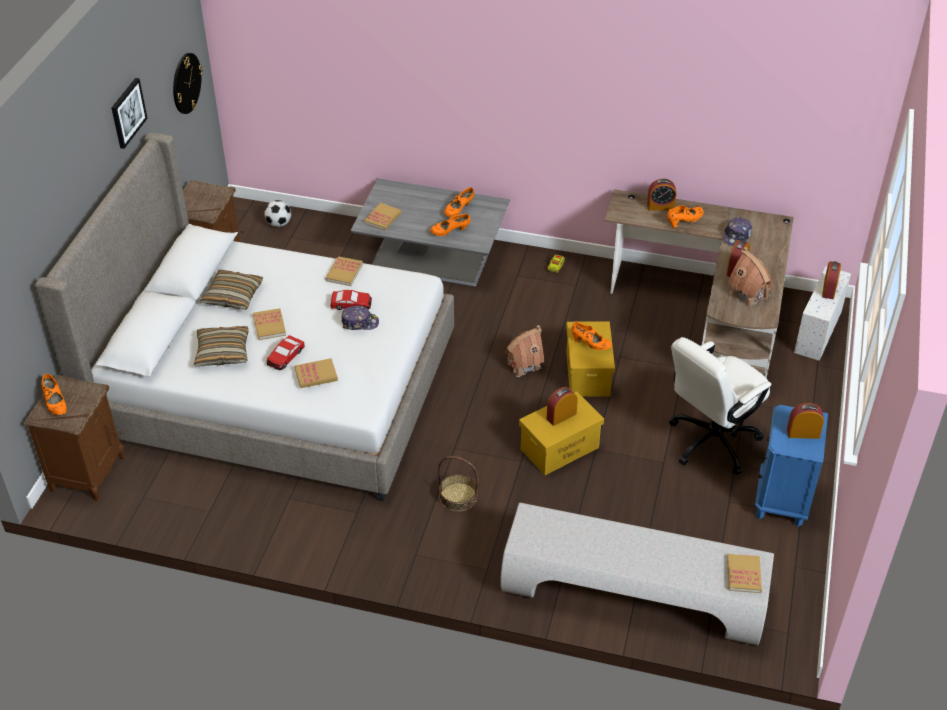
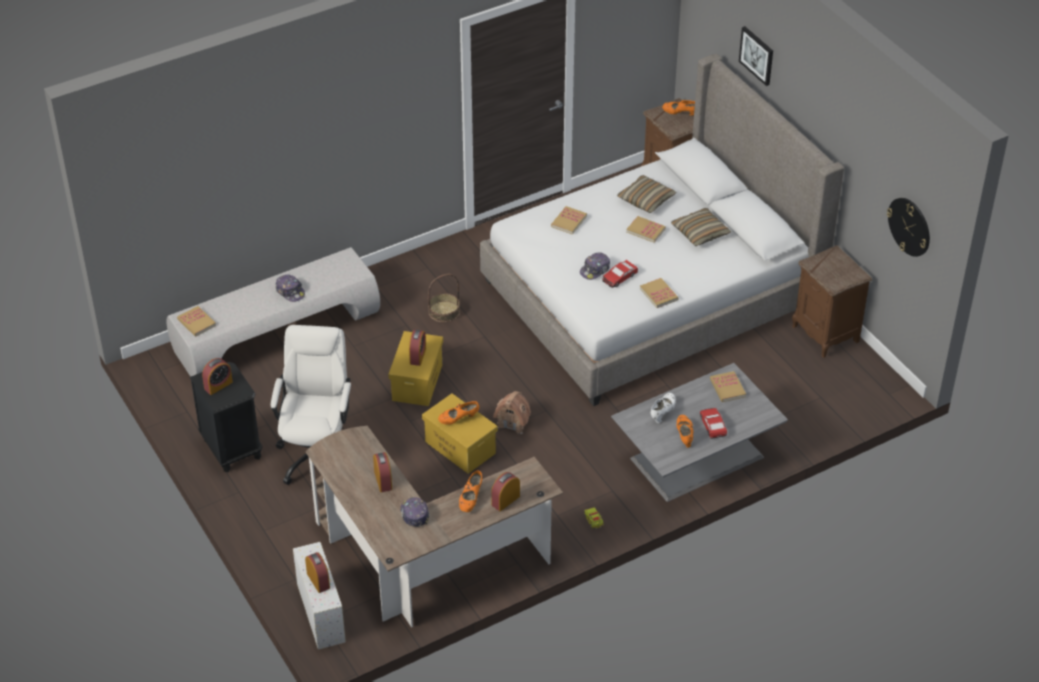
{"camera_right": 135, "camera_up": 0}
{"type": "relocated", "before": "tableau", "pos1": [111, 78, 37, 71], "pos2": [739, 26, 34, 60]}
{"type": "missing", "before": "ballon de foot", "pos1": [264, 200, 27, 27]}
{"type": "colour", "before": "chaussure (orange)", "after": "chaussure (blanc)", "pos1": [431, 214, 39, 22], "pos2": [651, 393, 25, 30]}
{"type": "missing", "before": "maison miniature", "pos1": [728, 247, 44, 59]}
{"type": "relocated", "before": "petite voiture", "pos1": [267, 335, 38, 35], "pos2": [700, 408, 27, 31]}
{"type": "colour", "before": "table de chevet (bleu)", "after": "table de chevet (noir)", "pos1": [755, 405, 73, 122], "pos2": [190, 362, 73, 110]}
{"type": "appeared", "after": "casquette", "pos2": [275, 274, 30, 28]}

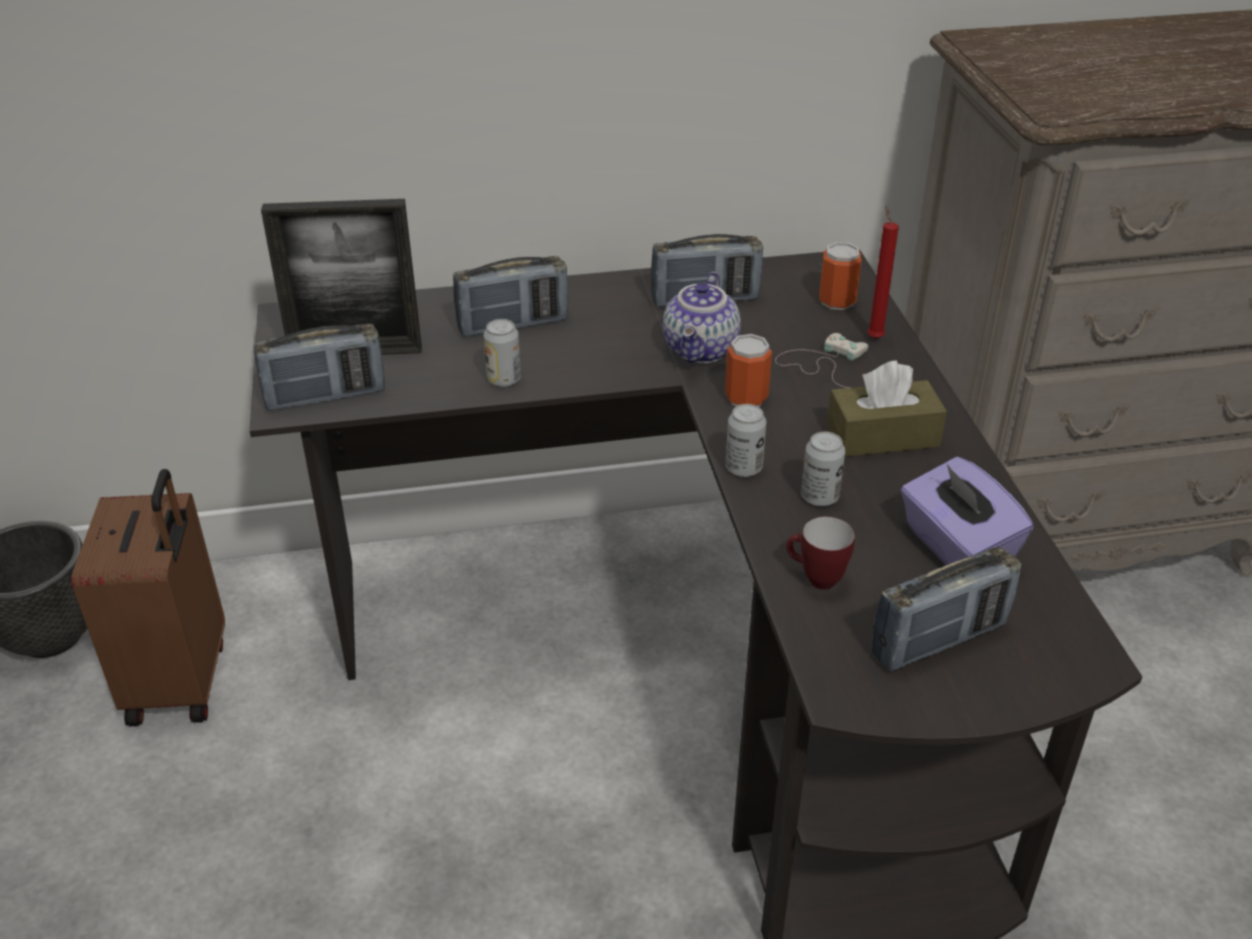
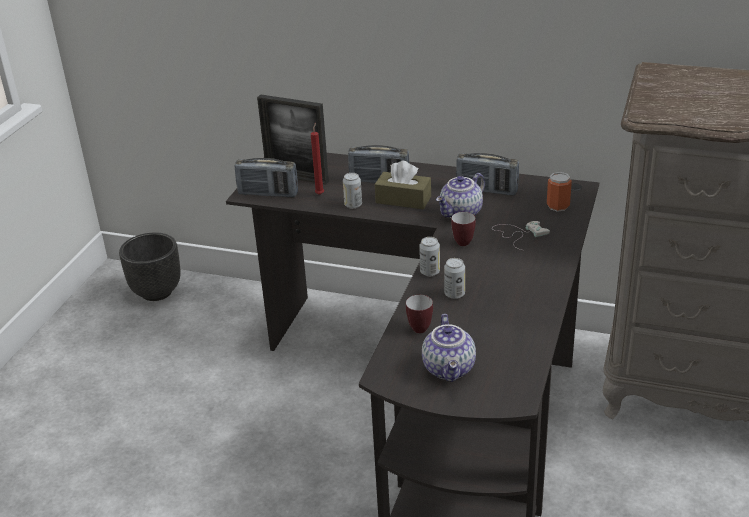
{"camera_right": 30, "camera_up": -5}
{"type": "relocated", "before": "bougie (rouge)", "pos1": [867, 205, 32, 134], "pos2": [311, 123, 13, 72]}
{"type": "exchanged", "before": "boîte métallique", "after": "mug", "pos1": [725, 334, 47, 73], "pos2": [451, 212, 25, 34]}
{"type": "relocated", "before": "boîte à mouchoirs (marron)", "pos1": [827, 361, 120, 96], "pos2": [375, 160, 56, 49]}
{"type": "missing", "before": "boîte à mouchoirs (violet)", "pos1": [901, 457, 133, 108]}
{"type": "missing", "before": "valise (marron)", "pos1": [71, 469, 154, 257]}
{"type": "exchanged", "before": "radio", "after": "théière", "pos1": [872, 547, 149, 124], "pos2": [422, 314, 54, 68]}

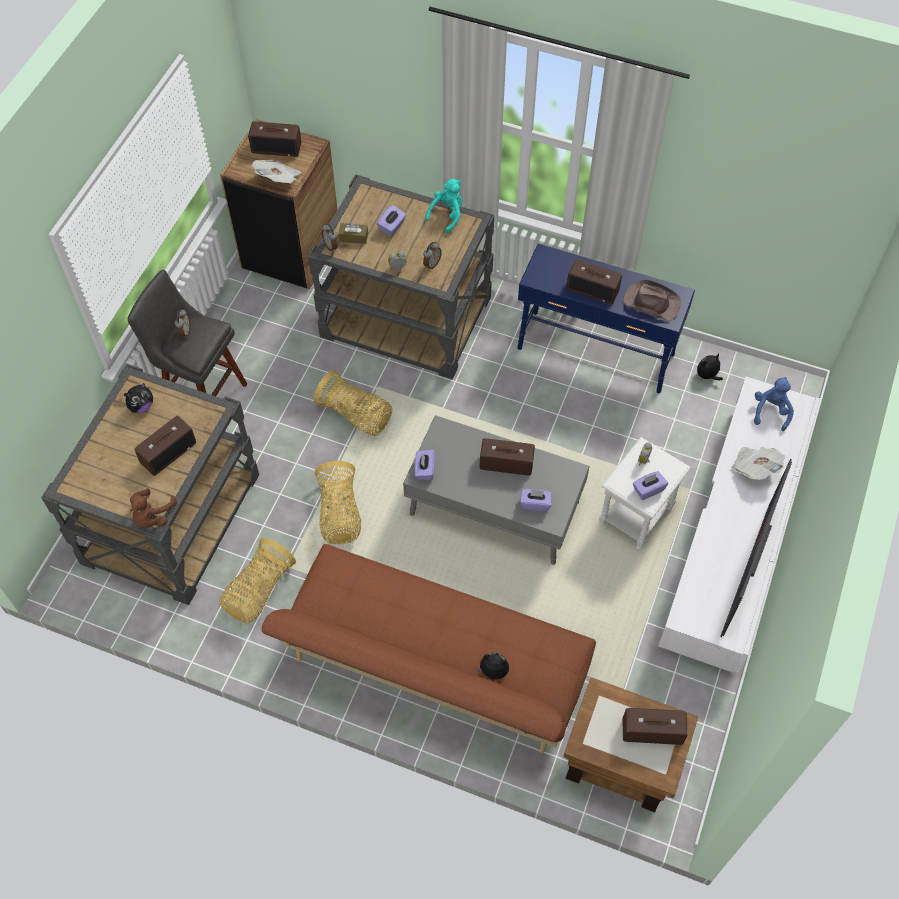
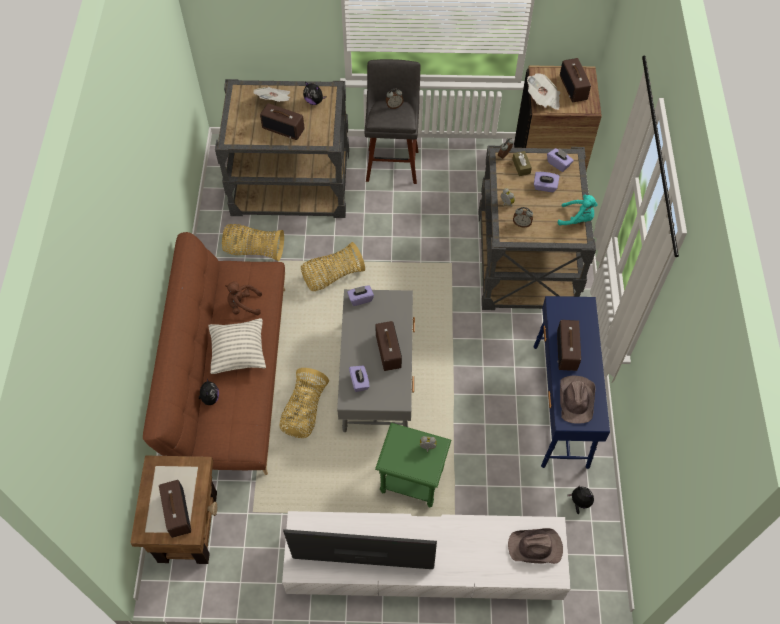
{"camera_right": 70, "camera_up": 0}
{"type": "relocated", "before": "panier", "pos1": [314, 370, 78, 66], "pos2": [280, 368, 49, 70]}
{"type": "exchanged", "before": "peluche (bleu)", "after": "chapeau (marron)", "pos1": [754, 377, 40, 54], "pos2": [508, 528, 55, 36]}
{"type": "colour", "before": "table d'appoint (blanc)", "after": "table d'appoint (vert)", "pos1": [599, 437, 92, 112], "pos2": [375, 423, 76, 84]}
{"type": "relocated", "before": "journal", "pos1": [732, 447, 53, 33], "pos2": [253, 87, 38, 15]}
{"type": "relocated", "before": "boîte à mouchoirs (violet)", "pos1": [633, 471, 35, 29], "pos2": [547, 148, 27, 24]}
{"type": "relocated", "before": "peluche (marron)", "pos1": [130, 488, 47, 40], "pos2": [225, 281, 37, 34]}
{"type": "appeared", "after": "coussin", "pos2": [208, 318, 58, 56]}

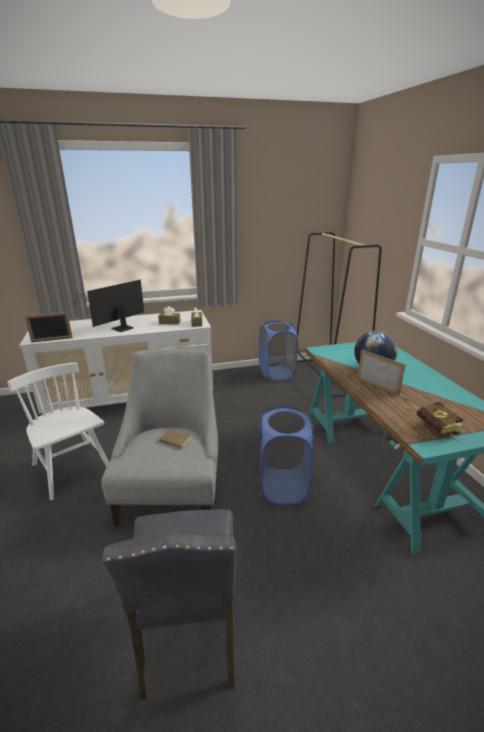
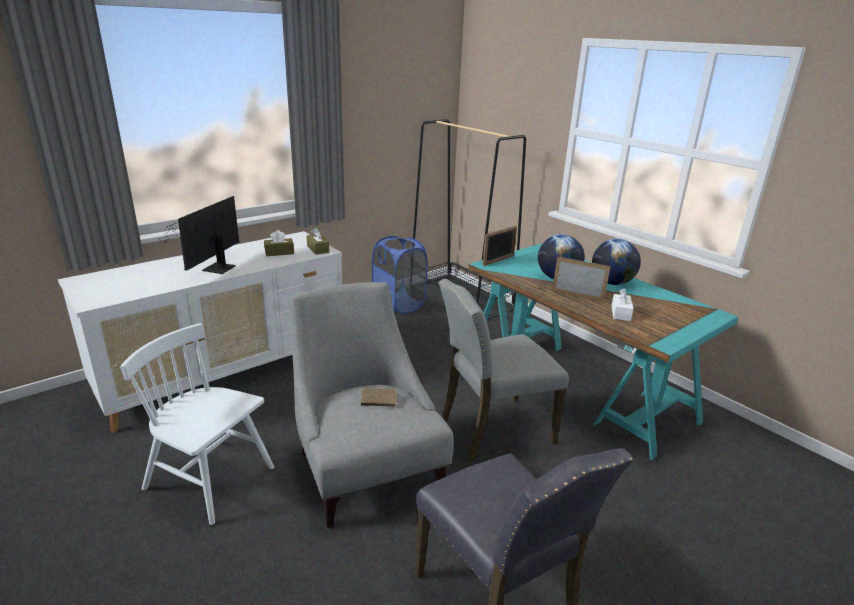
{"camera_right": -25, "camera_up": 0}
{"type": "relocated", "before": "cadre photo", "pos1": [25, 312, 48, 31], "pos2": [482, 226, 35, 40]}
{"type": "missing", "before": "livre", "pos1": [417, 402, 46, 42]}
{"type": "exchanged", "before": "panier à linge (bleu)", "after": "chaise (gris)", "pos1": [259, 406, 55, 99], "pos2": [438, 279, 131, 183]}
{"type": "appeared", "after": "globe", "pos2": [592, 239, 49, 46]}
{"type": "appeared", "after": "boîte à mouchoirs (blanc)", "pos2": [611, 289, 22, 32]}

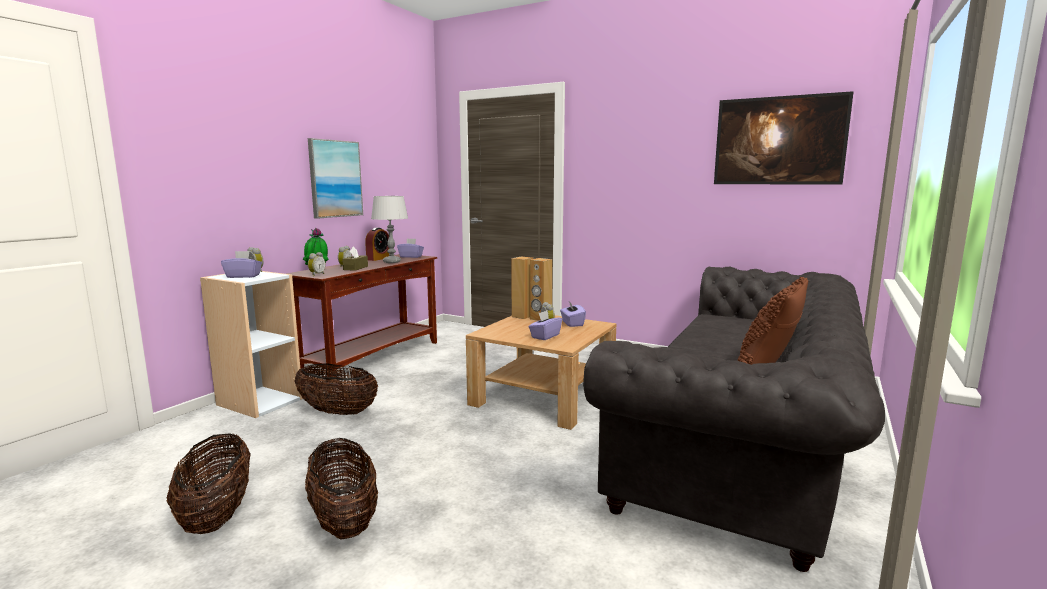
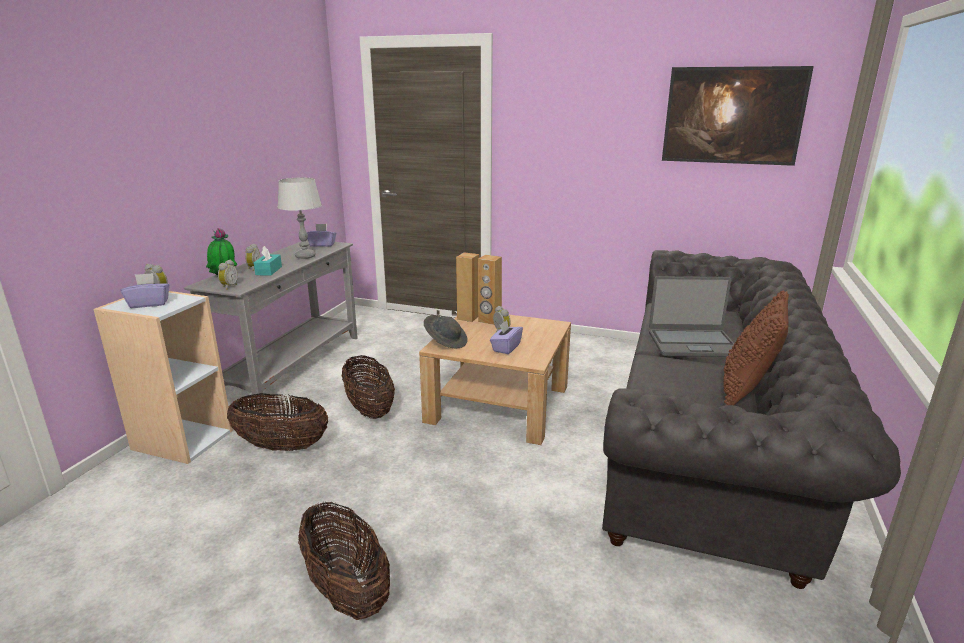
{"camera_right": -10, "camera_up": 10}
{"type": "missing", "before": "tableau", "pos1": [308, 138, 55, 81]}
{"type": "missing", "before": "réveil", "pos1": [365, 228, 25, 33]}
{"type": "colour", "before": "boîte à mouchoirs (marron)", "after": "boîte à mouchoirs (turquoise)", "pos1": [342, 246, 26, 25], "pos2": [254, 246, 28, 29]}
{"type": "colour", "before": "table console (marron)", "after": "table console (gris)", "pos1": [286, 254, 151, 123], "pos2": [184, 240, 174, 168]}
{"type": "missing", "before": "boîte à mouchoirs (violet)", "pos1": [560, 301, 26, 26]}
{"type": "relocated", "before": "panier", "pos1": [167, 433, 84, 101], "pos2": [342, 355, 53, 64]}
{"type": "appeared", "after": "ordinateur portable", "pos2": [649, 276, 85, 81]}
{"type": "appeared", "after": "chapeau (gris)", "pos2": [424, 315, 44, 34]}

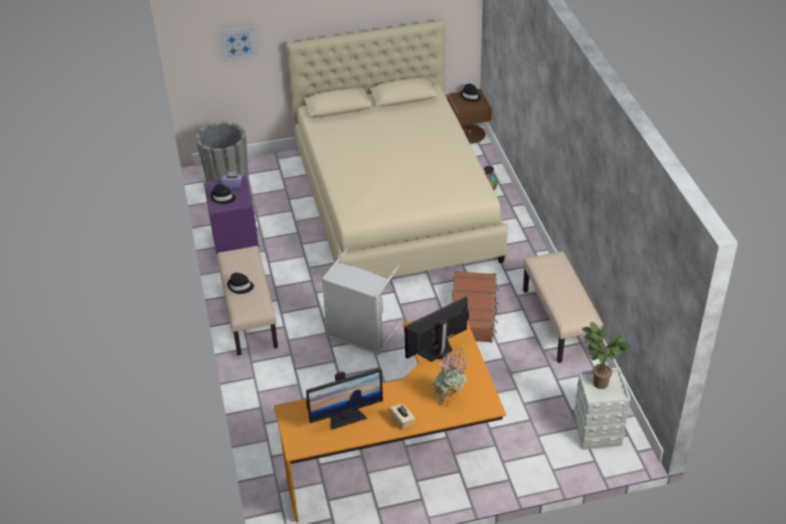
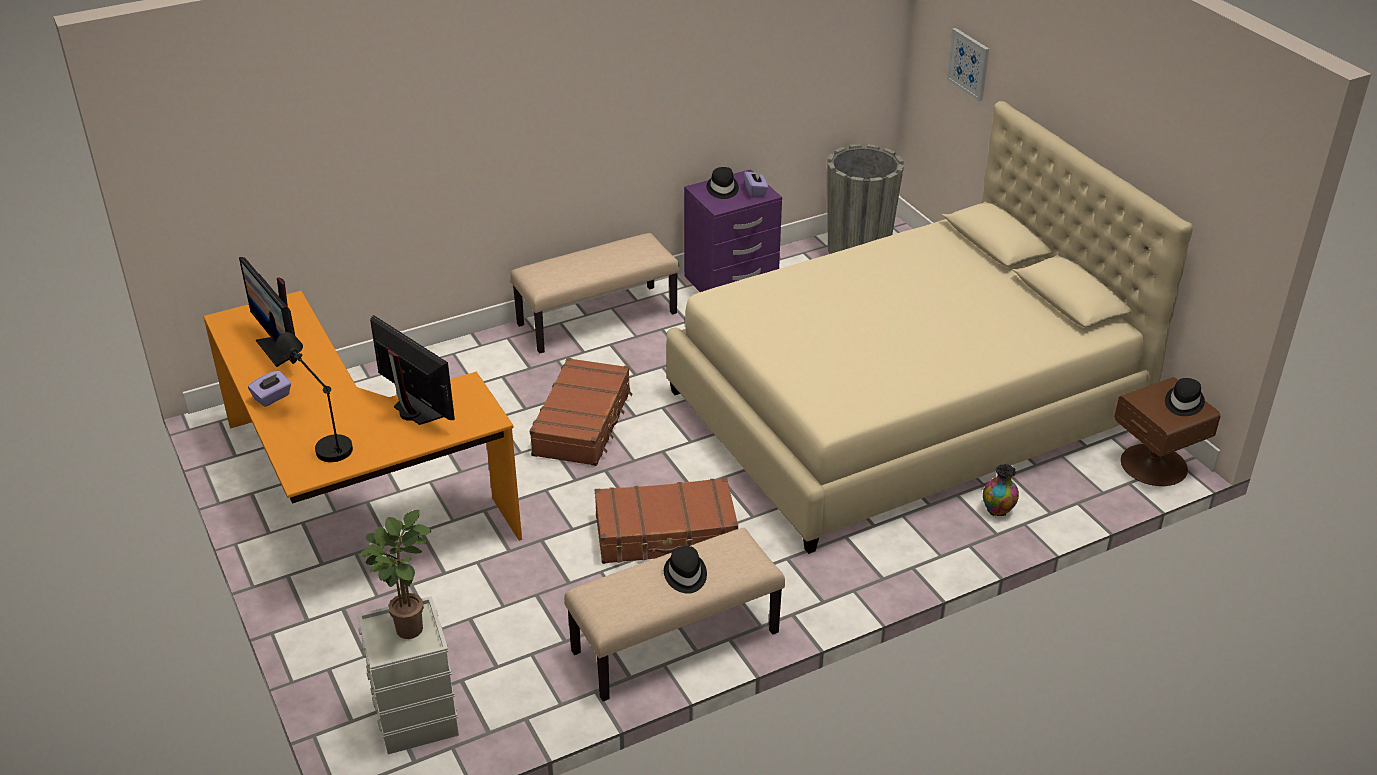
{"camera_right": 75, "camera_up": -5}
{"type": "exchanged", "before": "panier à linge (gris)", "after": "valise (marron)", "pos1": [322, 249, 79, 106], "pos2": [530, 358, 102, 108]}
{"type": "relocated", "before": "chapeau (noir)", "pos1": [227, 273, 27, 21], "pos2": [664, 546, 43, 48]}
{"type": "exchanged", "before": "plante en pot", "after": "lampe de table (noir)", "pos1": [428, 349, 39, 57], "pos2": [273, 332, 80, 130]}
{"type": "colour", "before": "boîte à mouchoirs (beige)", "after": "boîte à mouchoirs (violet)", "pos1": [389, 404, 26, 25], "pos2": [248, 370, 43, 37]}

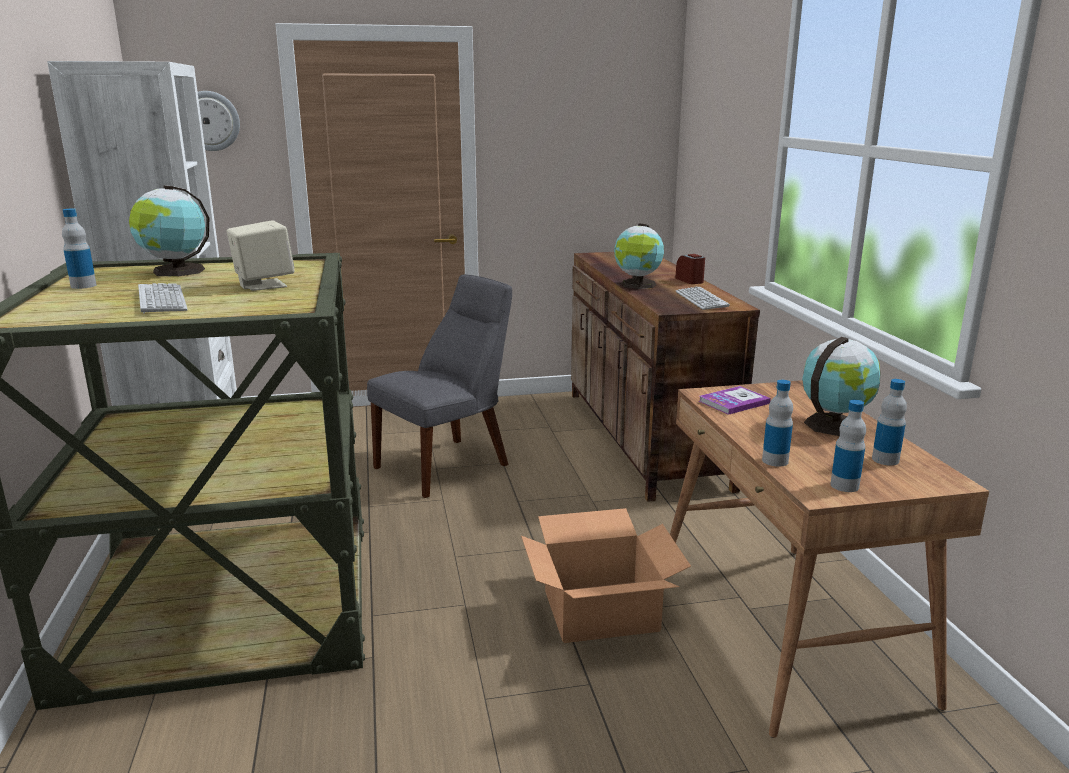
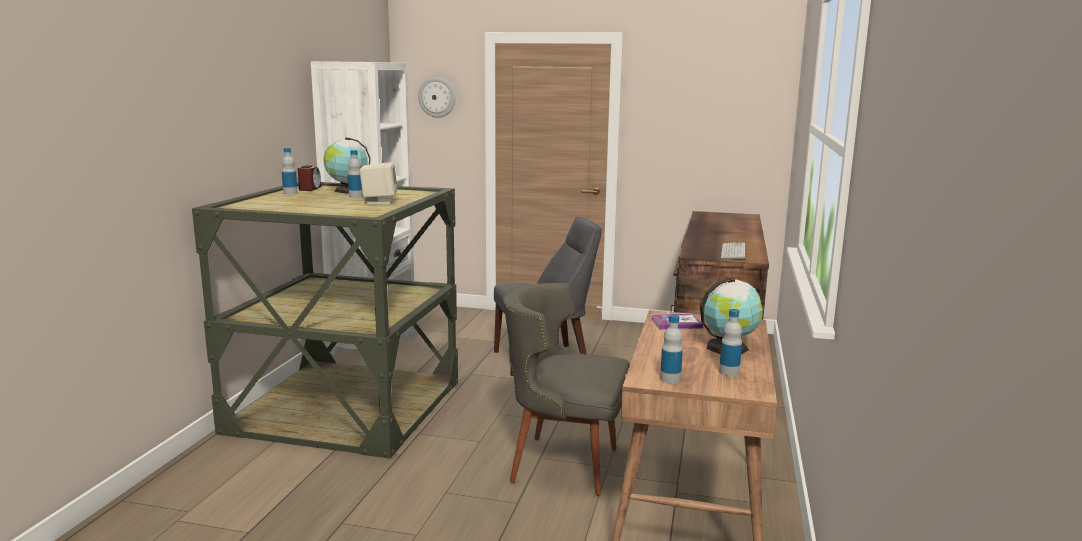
{"camera_right": 25, "camera_up": -5}
{"type": "missing", "before": "globe", "pos1": [614, 223, 50, 66]}
{"type": "relocated", "before": "réveil", "pos1": [675, 254, 30, 30], "pos2": [298, 165, 23, 26]}
{"type": "missing", "before": "clavier", "pos1": [138, 283, 50, 31]}
{"type": "relocated", "before": "bouteille", "pos1": [762, 380, 31, 87], "pos2": [348, 150, 15, 48]}
{"type": "exchanged", "before": "carton", "after": "chaise (gris)", "pos1": [521, 508, 170, 135], "pos2": [503, 283, 127, 213]}

